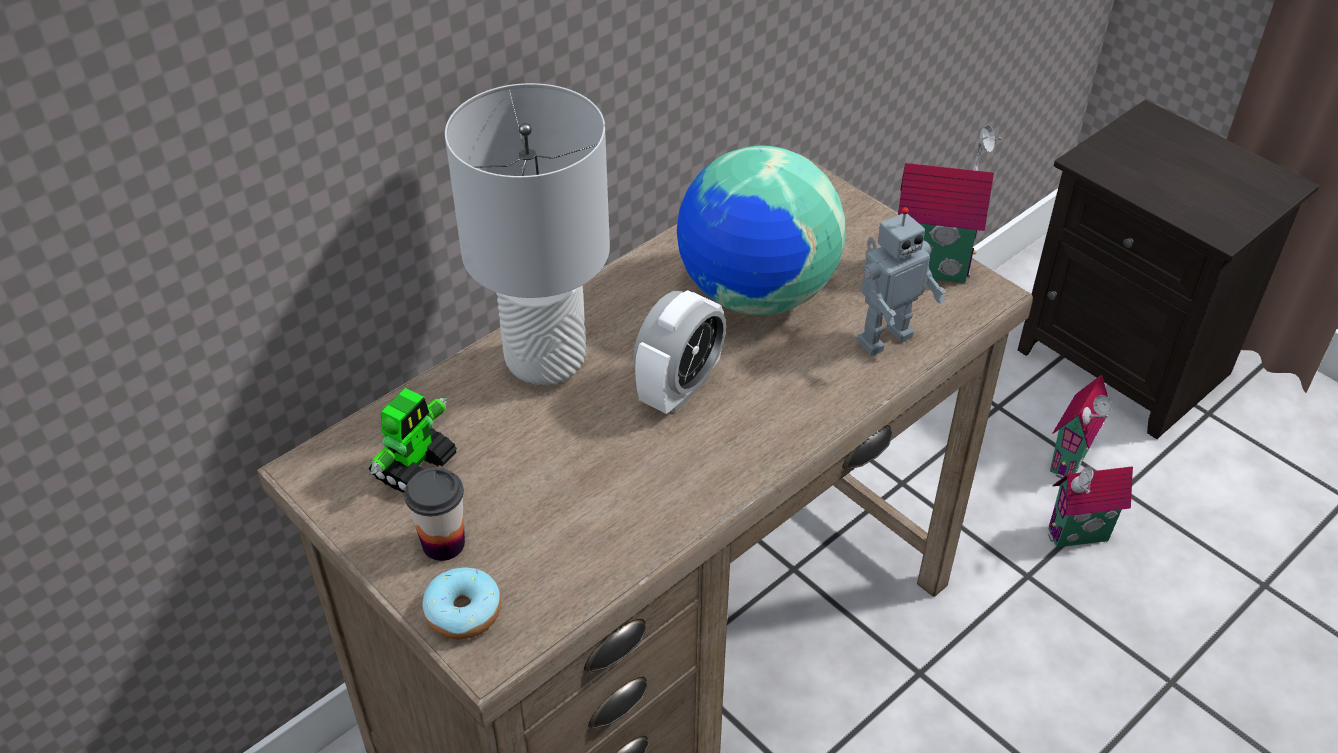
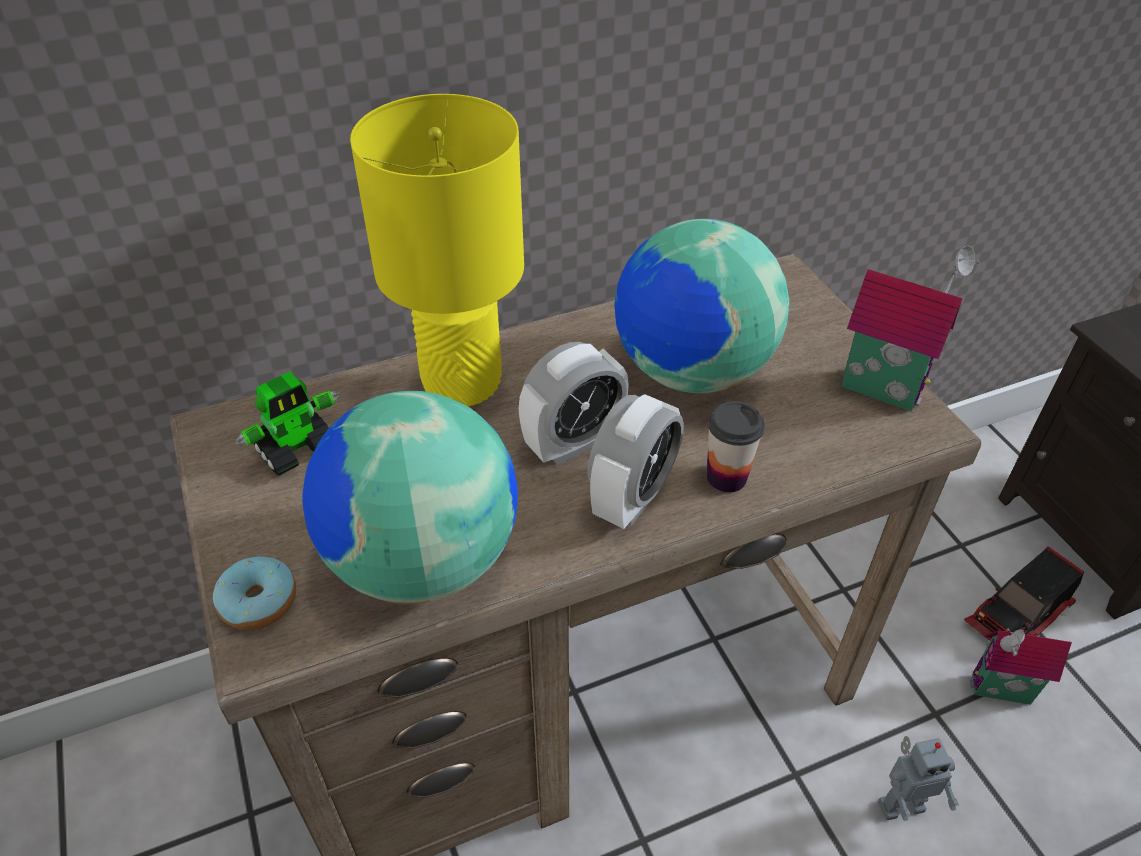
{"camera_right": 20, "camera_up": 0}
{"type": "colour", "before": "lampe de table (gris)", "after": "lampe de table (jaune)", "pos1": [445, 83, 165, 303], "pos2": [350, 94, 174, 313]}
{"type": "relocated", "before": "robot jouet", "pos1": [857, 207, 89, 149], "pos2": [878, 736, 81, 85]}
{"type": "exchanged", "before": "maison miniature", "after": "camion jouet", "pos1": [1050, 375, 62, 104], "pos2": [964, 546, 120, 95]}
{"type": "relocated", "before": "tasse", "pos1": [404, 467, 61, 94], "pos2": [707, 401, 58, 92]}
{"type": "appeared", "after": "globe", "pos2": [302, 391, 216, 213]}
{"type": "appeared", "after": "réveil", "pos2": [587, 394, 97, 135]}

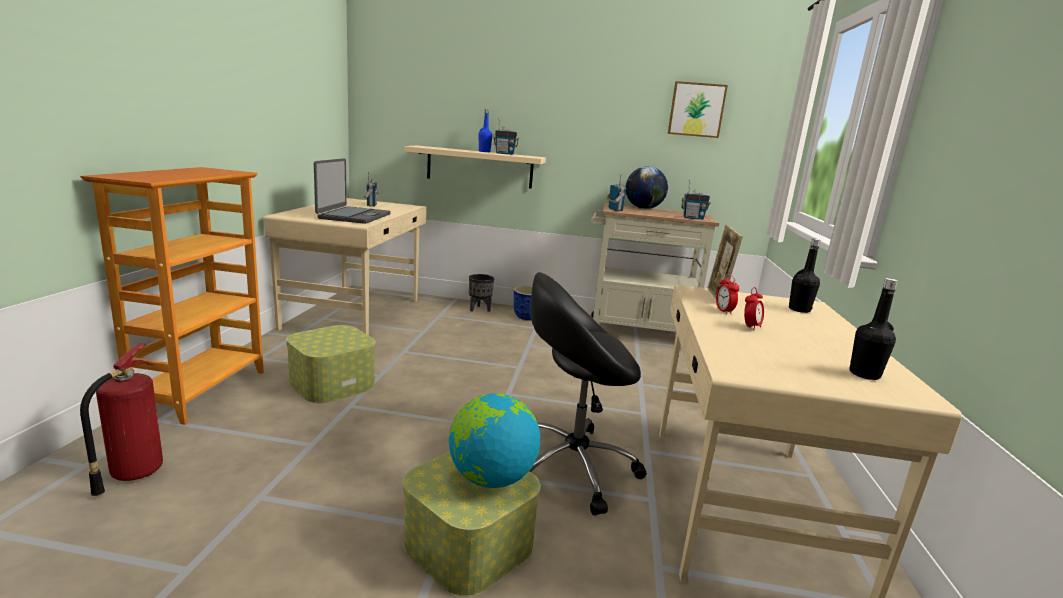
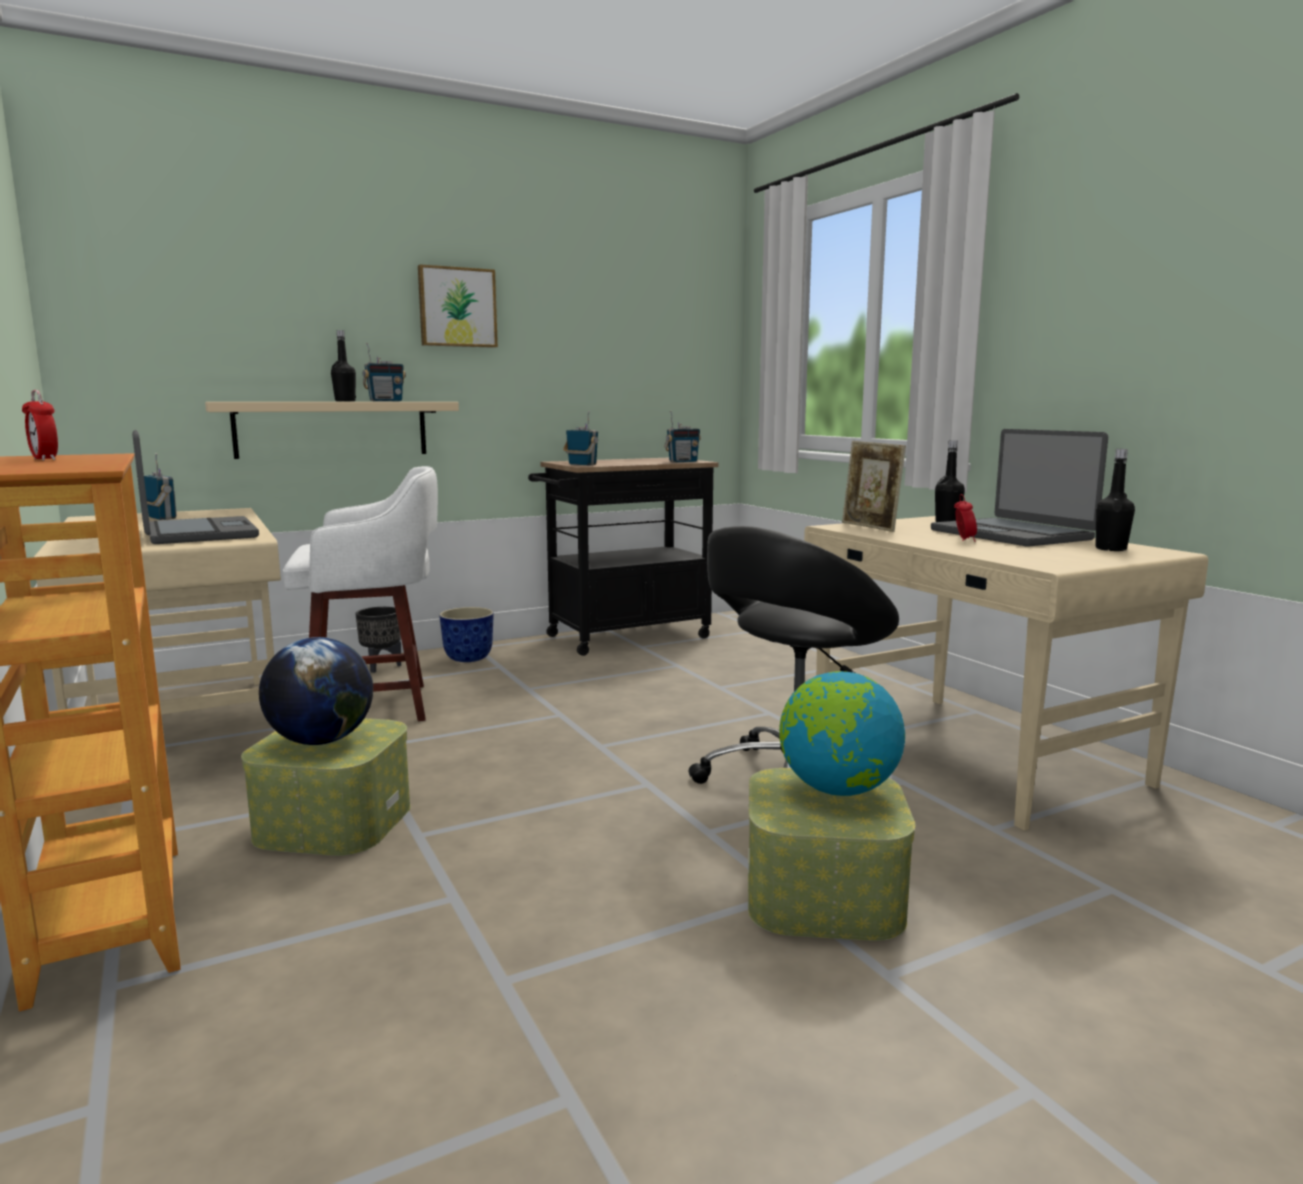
{"camera_right": -35, "camera_up": -5}
{"type": "relocated", "before": "tableau", "pos1": [668, 81, 60, 57], "pos2": [418, 264, 80, 84]}
{"type": "colour", "before": "bouteille (bleu)", "after": "bouteille (noir)", "pos1": [478, 109, 15, 43], "pos2": [331, 330, 25, 71]}
{"type": "relocated", "before": "globe", "pos1": [625, 166, 43, 43], "pos2": [259, 637, 114, 108]}
{"type": "colour", "before": "chariot (beige)", "after": "chariot (noir)", "pos1": [591, 203, 128, 129], "pos2": [528, 458, 190, 198]}
{"type": "relocated", "before": "réveil", "pos1": [716, 274, 23, 40], "pos2": [22, 390, 36, 71]}
{"type": "missing", "before": "extincteur", "pos1": [80, 343, 83, 153]}
{"type": "appeared", "after": "ordinateur portable", "pos2": [931, 429, 177, 118]}
{"type": "appeared", "after": "tabouret (blanc)", "pos2": [283, 466, 155, 255]}

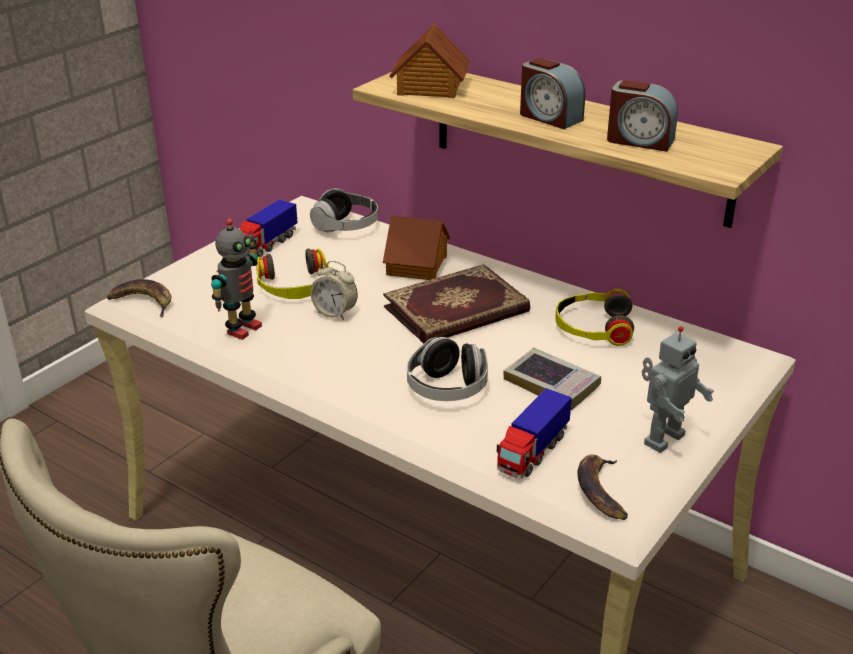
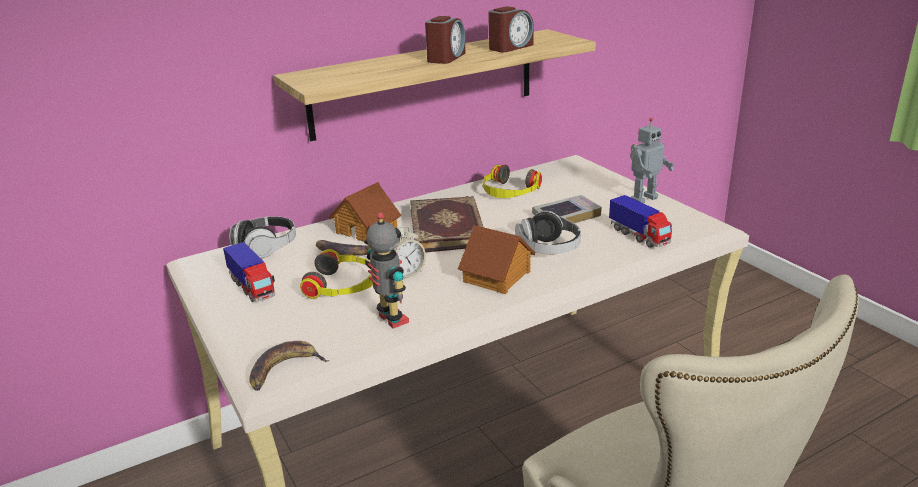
{"camera_right": -65, "camera_up": -5}
{"type": "relocated", "before": "maison miniature", "pos1": [390, 24, 81, 74], "pos2": [458, 225, 77, 69]}
{"type": "spun", "before": "réveil", "pos1": [520, 58, 65, 71], "pos2": [425, 16, 41, 48], "turn": -45}
{"type": "spun", "before": "robot jouet", "pos1": [642, 326, 73, 127], "pos2": [630, 118, 44, 85], "turn": 75}
{"type": "relocated", "before": "banane", "pos1": [578, 454, 50, 66], "pos2": [316, 240, 52, 16]}

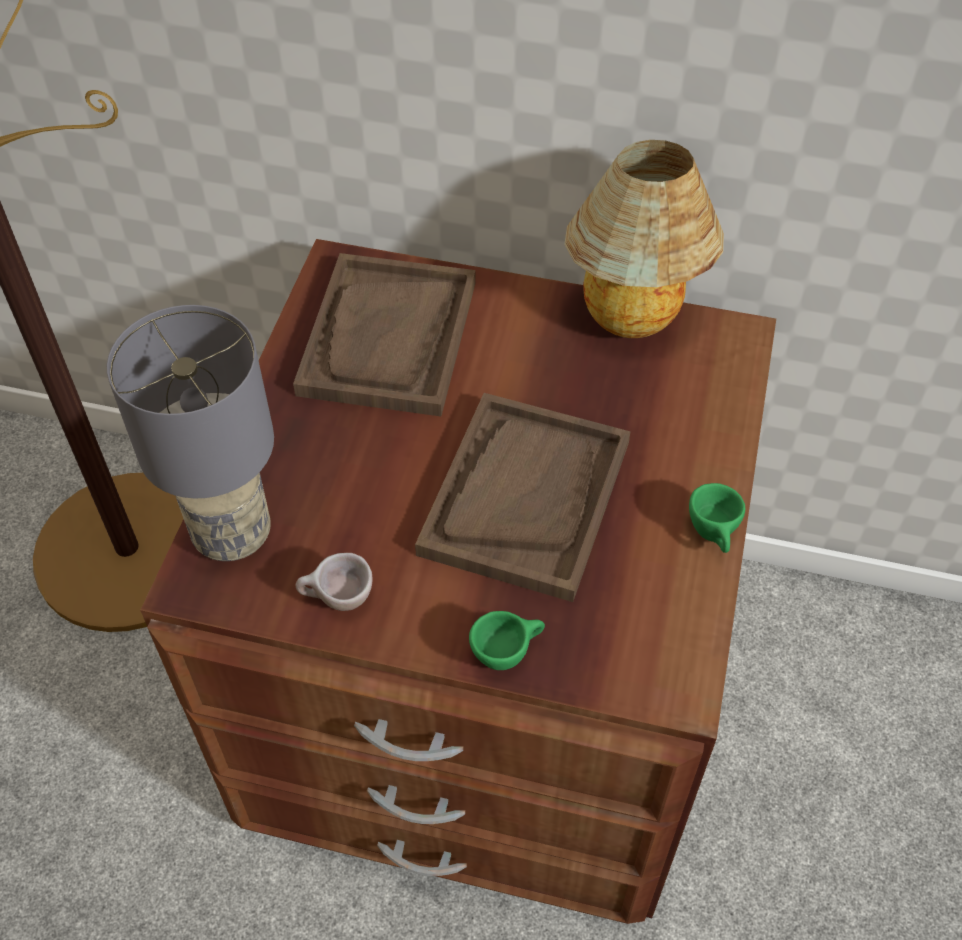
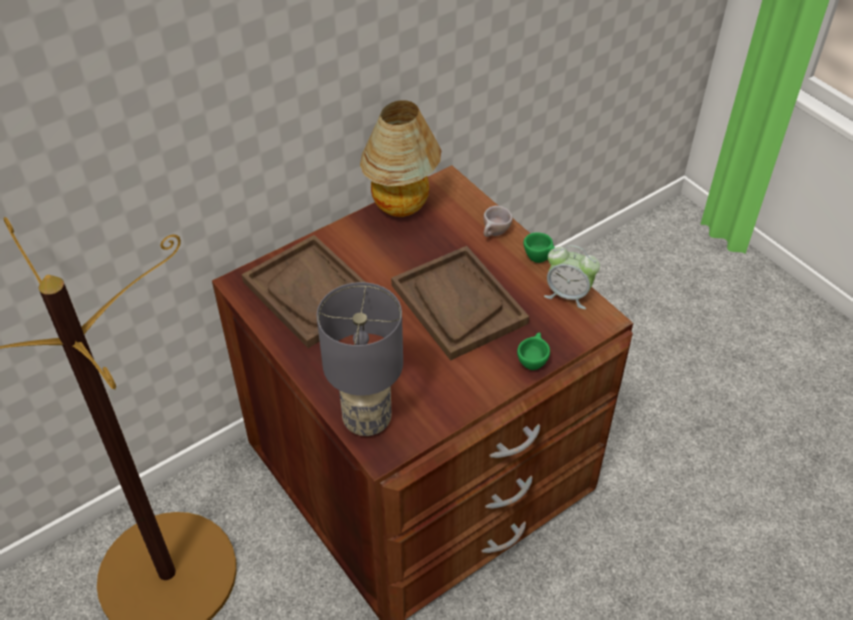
{"camera_right": -50, "camera_up": -5}
{"type": "relocated", "before": "tasse (beige)", "pos1": [296, 553, 77, 58], "pos2": [483, 206, 30, 31]}
{"type": "appeared", "after": "réveil", "pos2": [544, 245, 56, 64]}

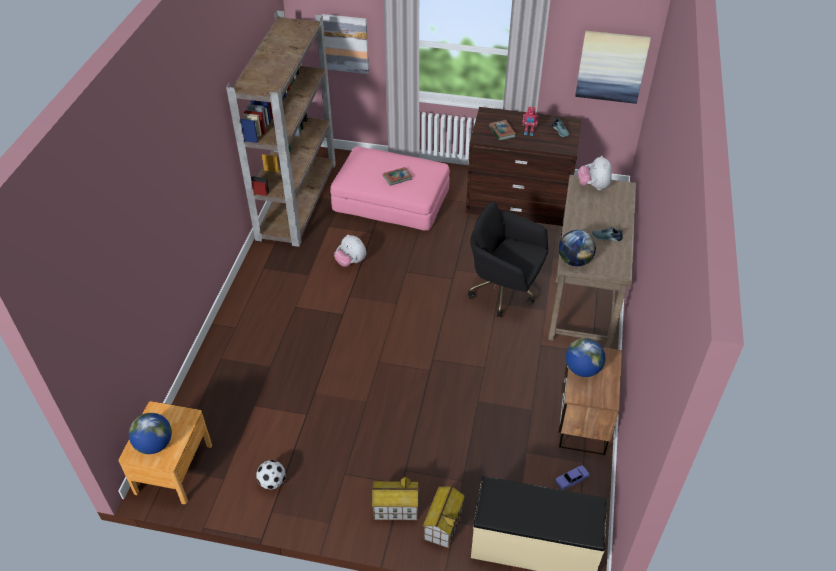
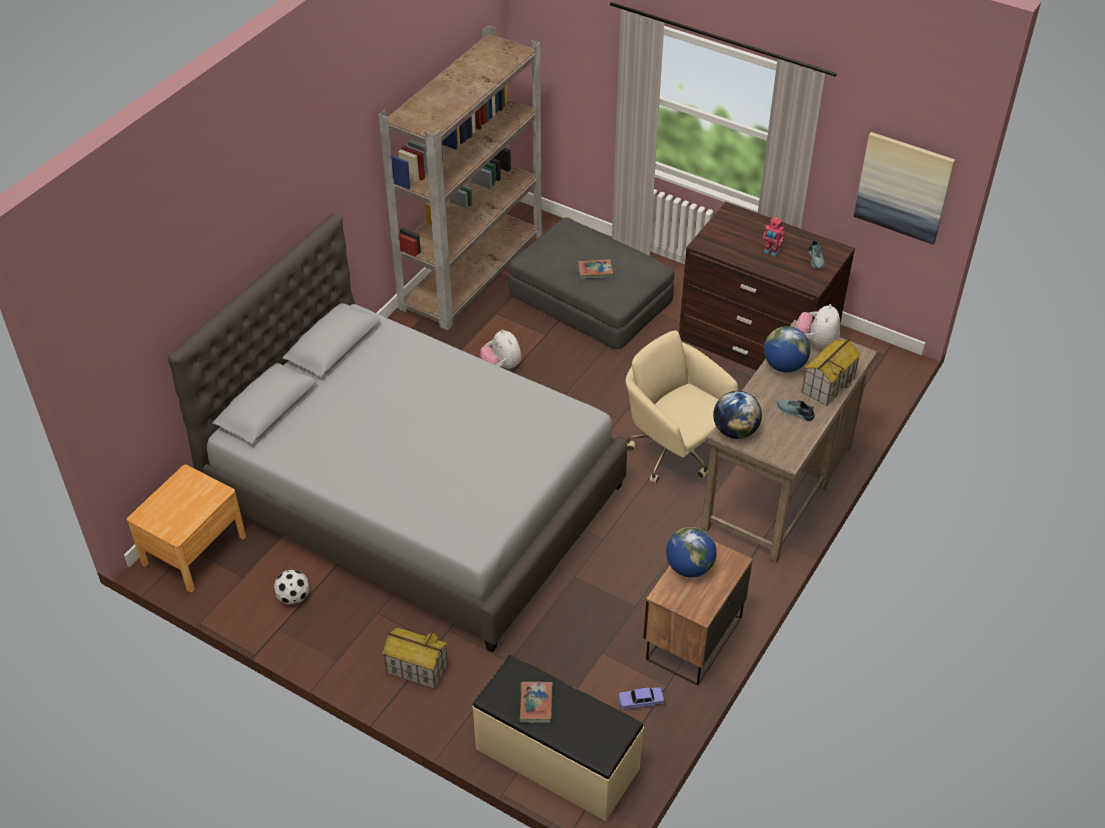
{"camera_right": 20, "camera_up": 0}
{"type": "missing", "before": "tableau", "pos1": [322, 14, 47, 60]}
{"type": "relocated", "before": "livre", "pos1": [489, 120, 27, 21], "pos2": [519, 681, 34, 42]}
{"type": "colour", "before": "pouf (rose)", "after": "pouf (gris)", "pos1": [330, 146, 120, 85], "pos2": [509, 217, 165, 132]}
{"type": "colour", "before": "chaise de bureau (noir)", "after": "chaise de bureau (beige)", "pos1": [468, 201, 80, 116], "pos2": [626, 331, 112, 153]}
{"type": "relocated", "before": "globe", "pos1": [129, 413, 43, 41], "pos2": [764, 326, 46, 46]}
{"type": "relocated", "before": "maison miniature", "pos1": [423, 486, 42, 63], "pos2": [801, 338, 60, 68]}
{"type": "appeared", "after": "lit (gris)", "pos2": [168, 213, 459, 439]}

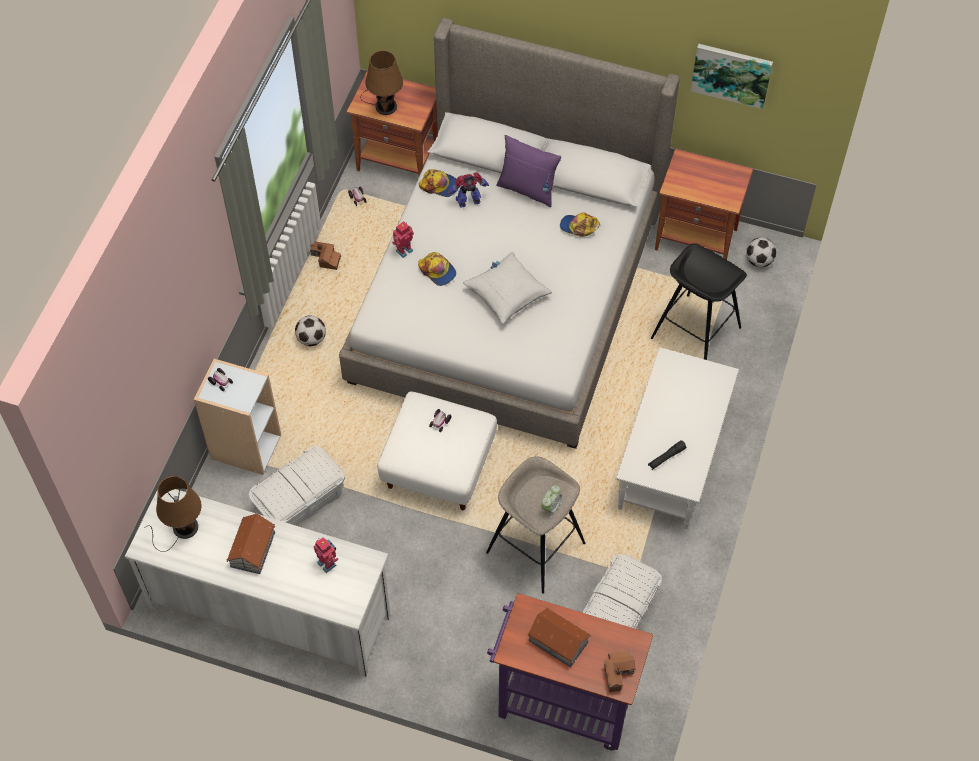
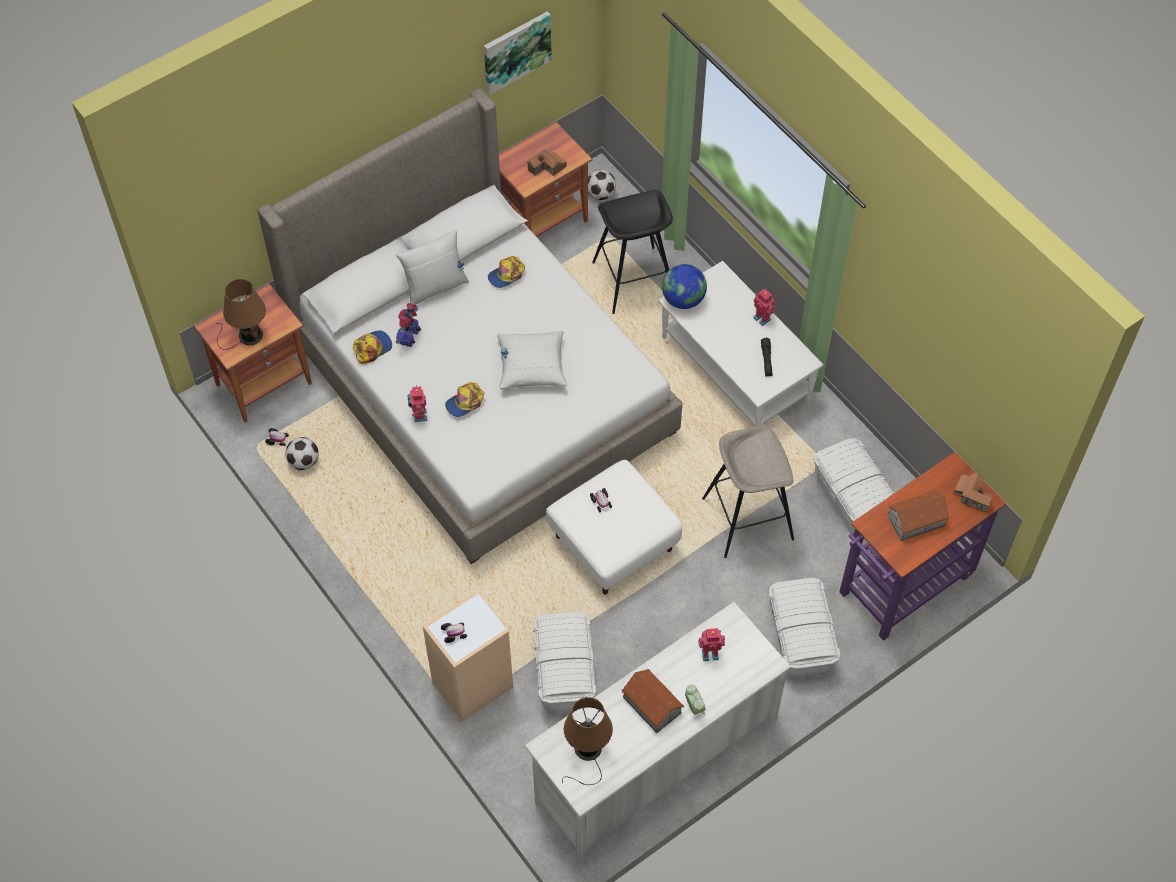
{"camera_right": -55, "camera_up": 0}
{"type": "colour", "before": "coussin (violet)", "after": "coussin (gris)", "pos1": [496, 135, 65, 72], "pos2": [396, 229, 73, 76]}
{"type": "relocated", "before": "maison miniature", "pos1": [310, 241, 31, 29], "pos2": [527, 149, 40, 27]}
{"type": "spun", "before": "casquette", "pos1": [418, 252, 38, 34], "pos2": [445, 382, 39, 35], "turn": 150}
{"type": "relocated", "before": "ballon de foot", "pos1": [295, 315, 31, 31], "pos2": [285, 437, 34, 33]}
{"type": "relocated", "before": "réveil", "pos1": [541, 485, 21, 33], "pos2": [685, 685, 21, 30]}
{"type": "appeared", "after": "globe", "pos2": [662, 264, 45, 45]}
{"type": "appeared", "after": "robot jouet", "pos2": [753, 289, 23, 37]}
{"type": "appeared", "after": "boîte de rangement (blanc)", "pos2": [769, 578, 71, 102]}

